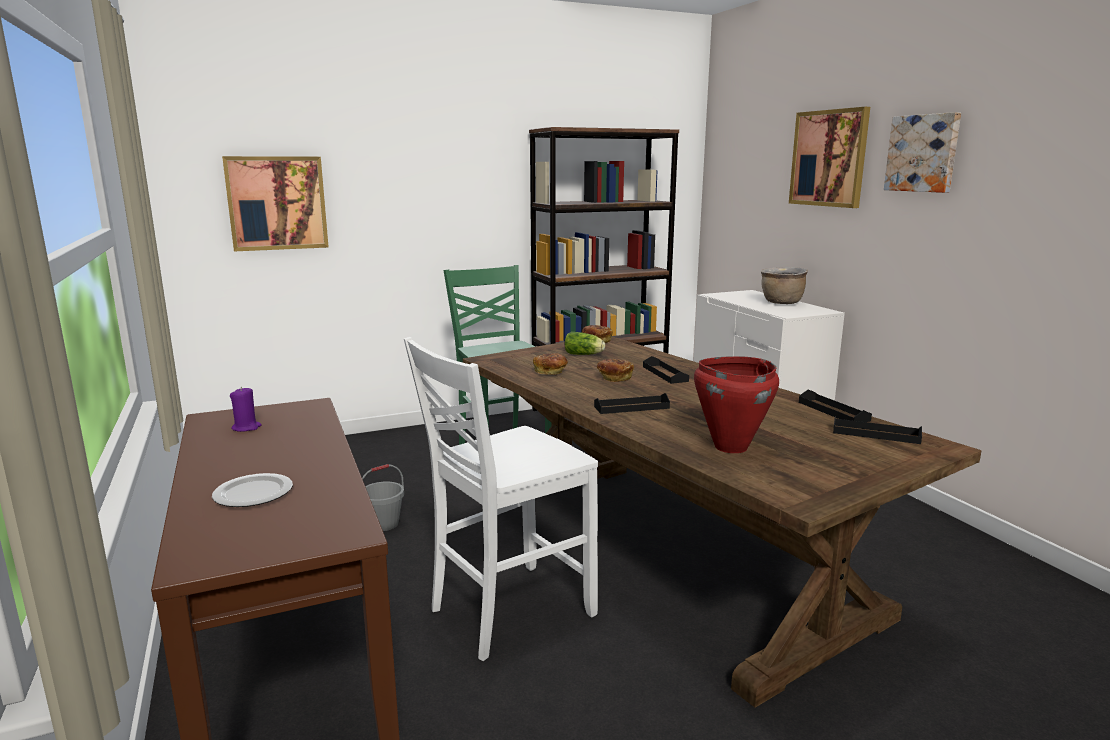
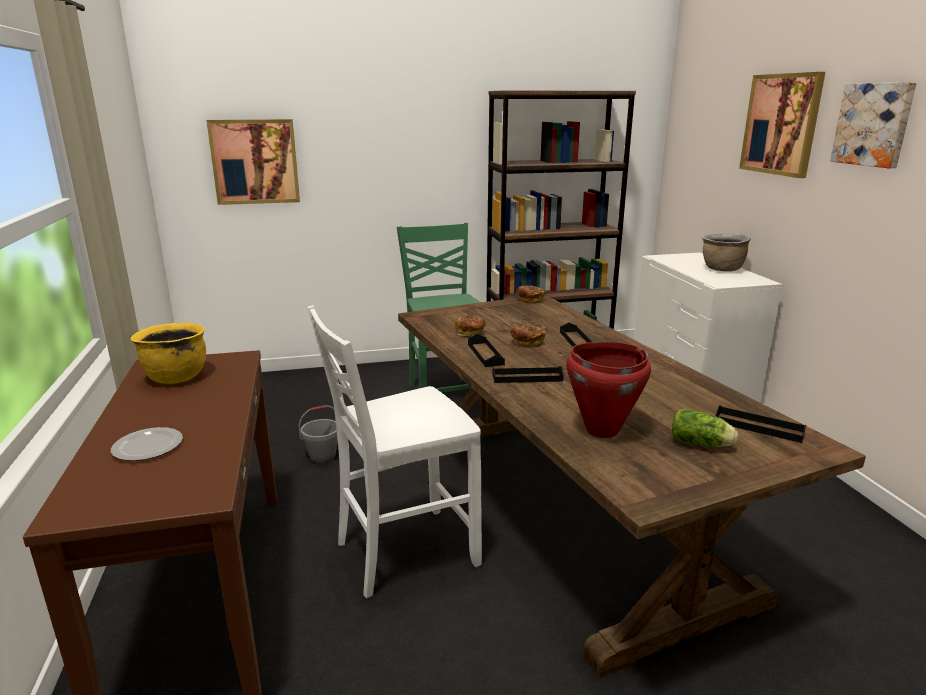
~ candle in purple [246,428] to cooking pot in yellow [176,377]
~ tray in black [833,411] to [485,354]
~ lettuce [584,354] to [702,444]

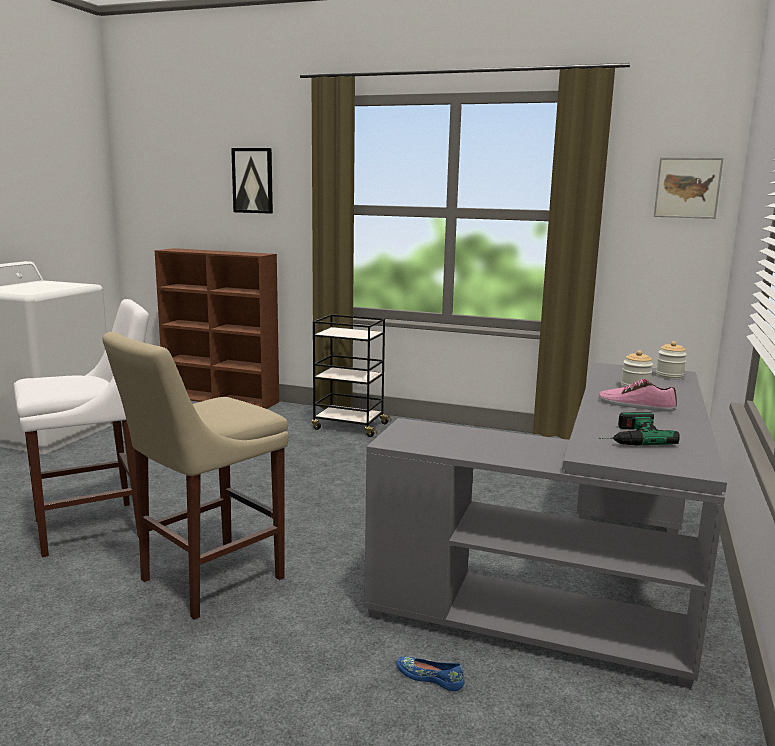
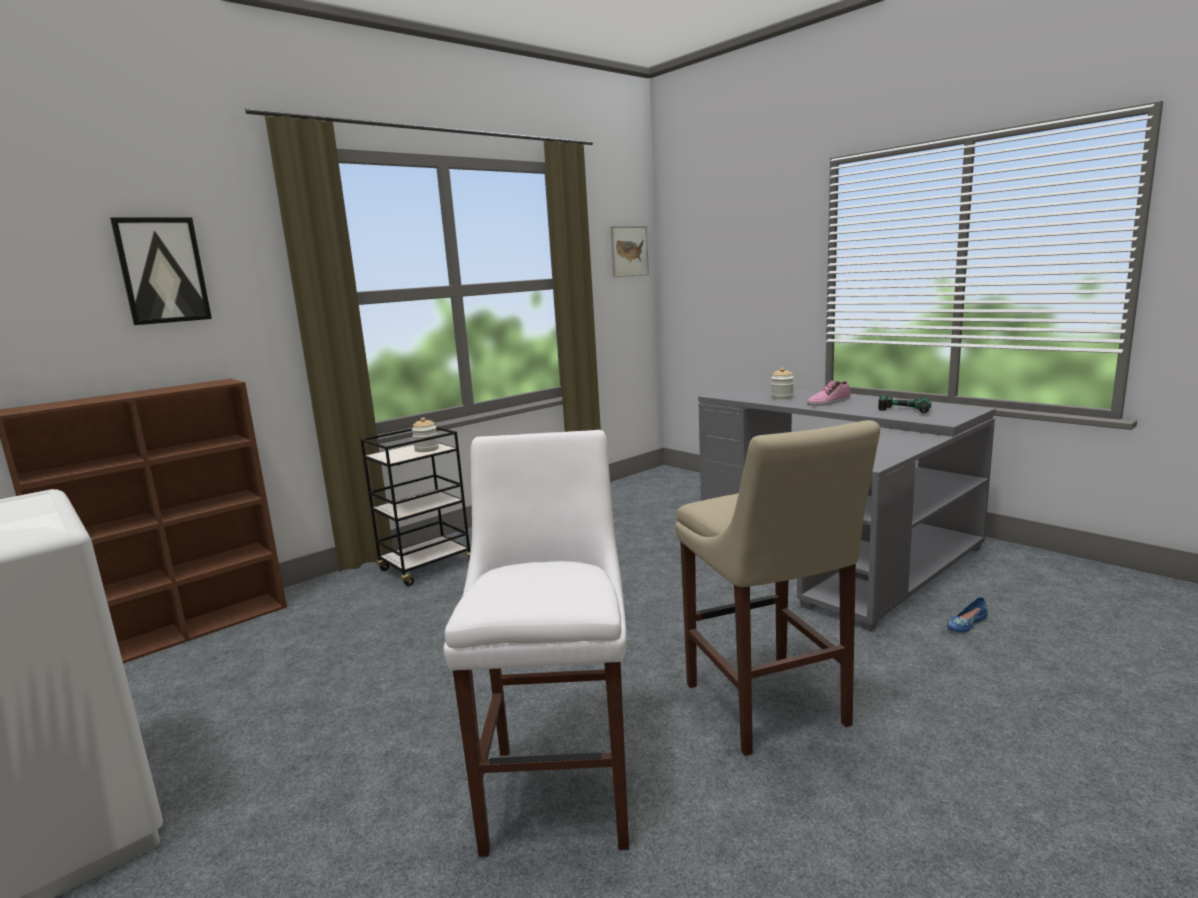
~ jar [669,376] to [426,449]

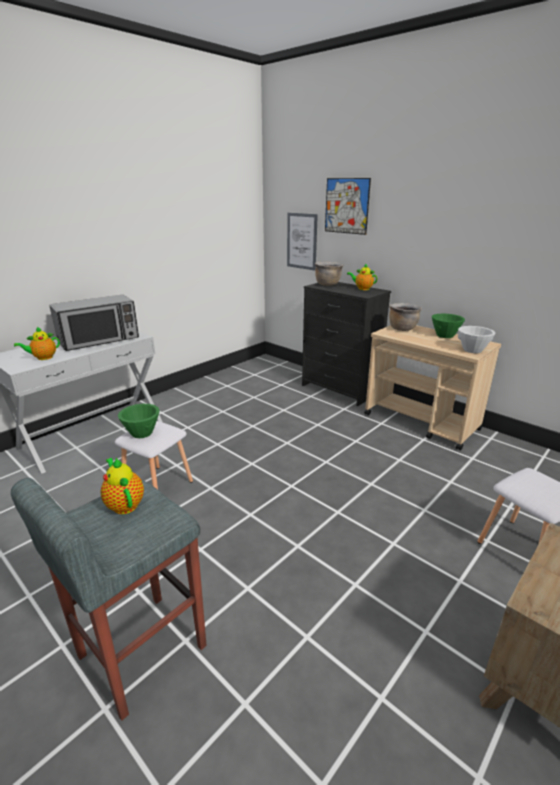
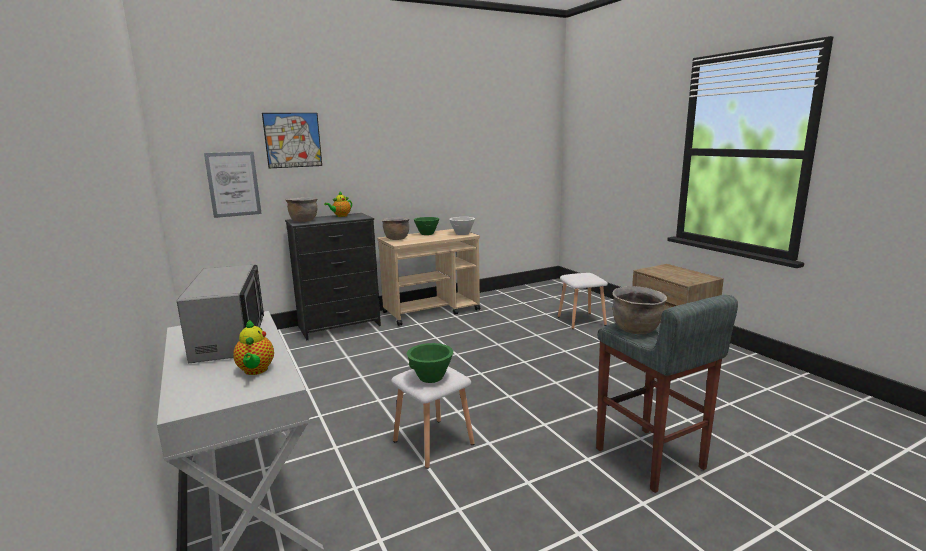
~ teapot [124,504] to cooking pot in brown [636,330]

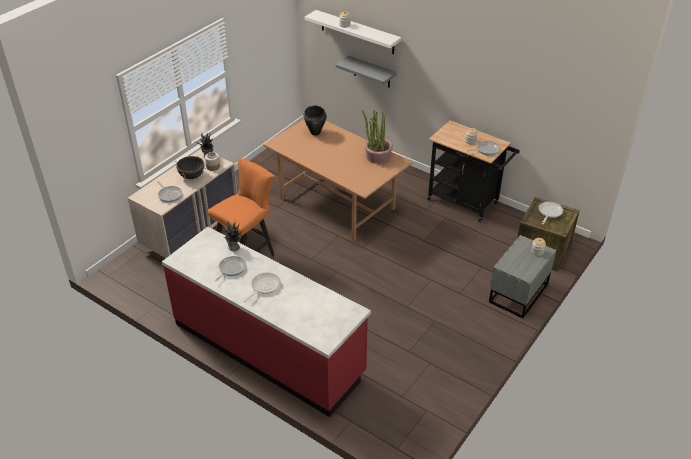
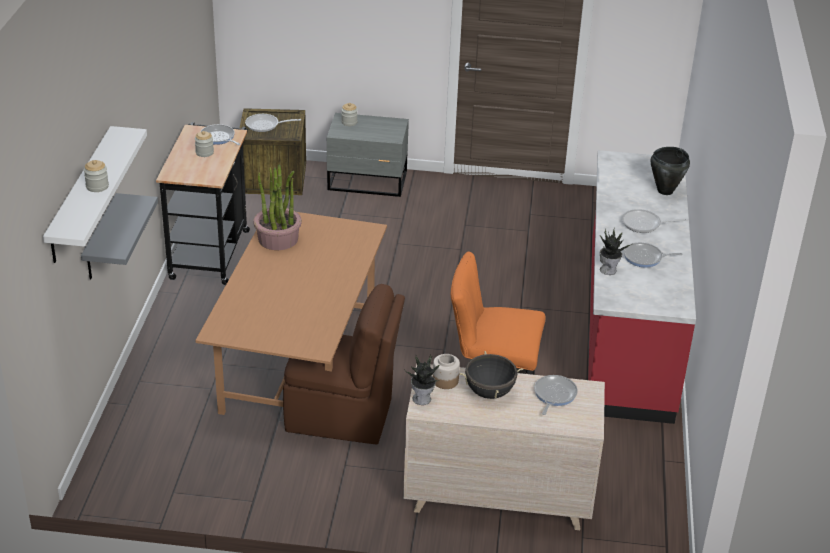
+ chair in brown [342,416]
~ cooking pot in black [315,132] to [664,191]

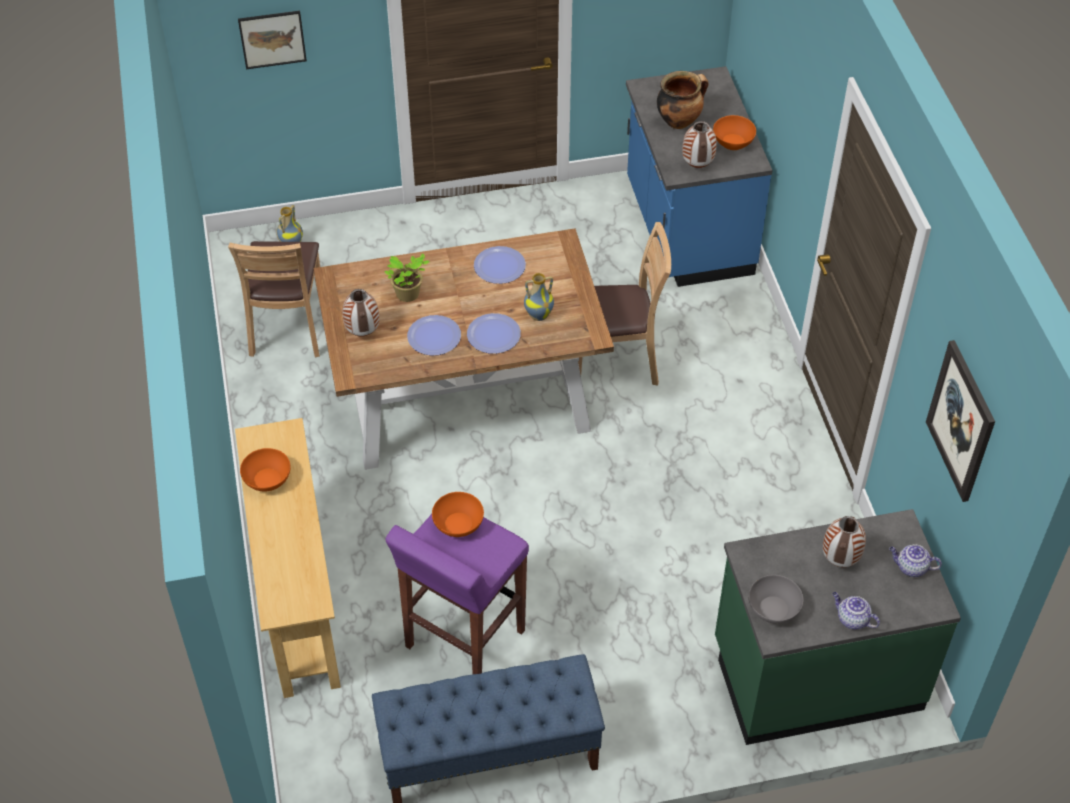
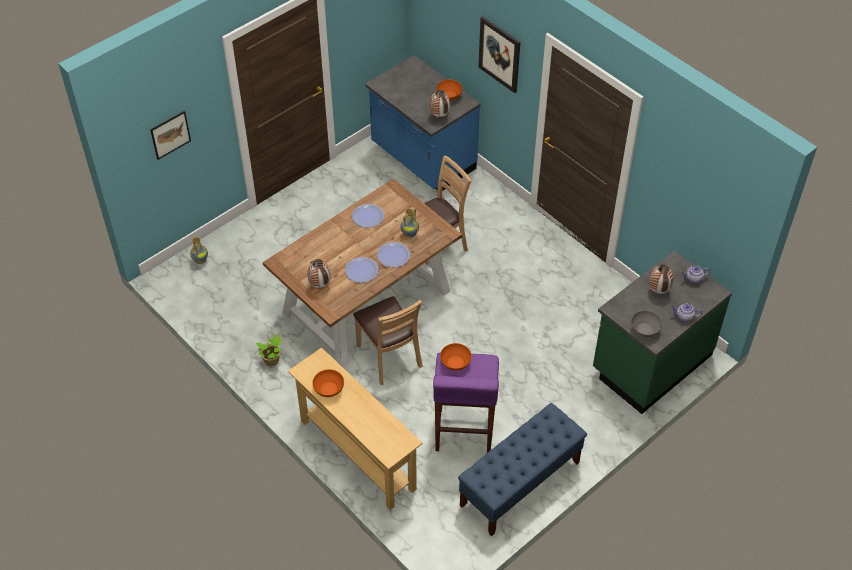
~ potted plant [408,295] to [272,361]
~ chair in brown [288,327] to [389,357]
~ picture [961,421] to [499,54]
- cooking pot [679,121]

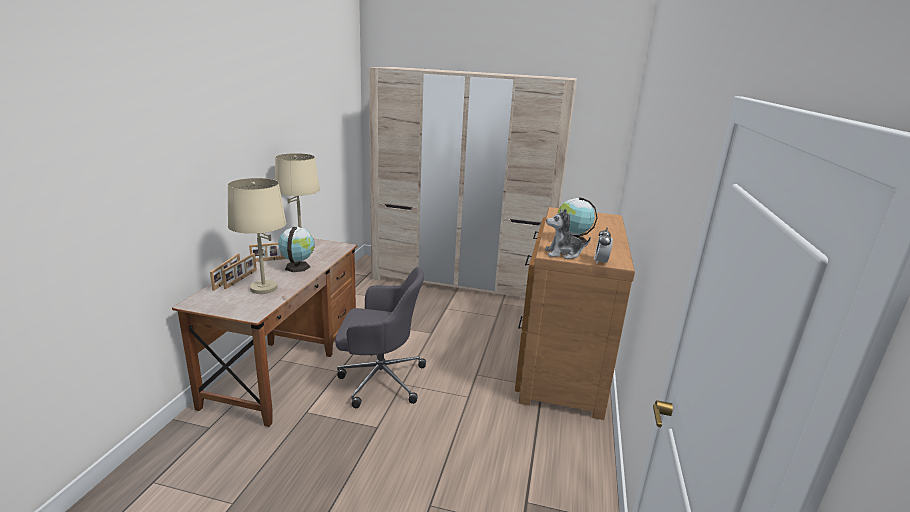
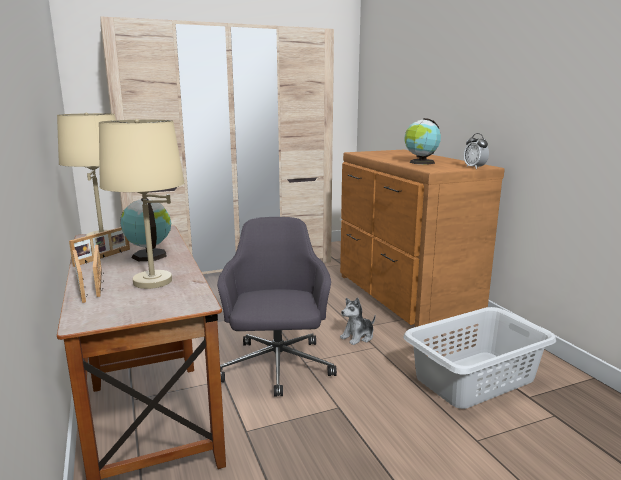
~ office chair in grey [379,379] = [277,368] 60 degrees counterclockwise
~ plush toy [563,253] to [358,337]
+ laundry basket in grey [473,378]

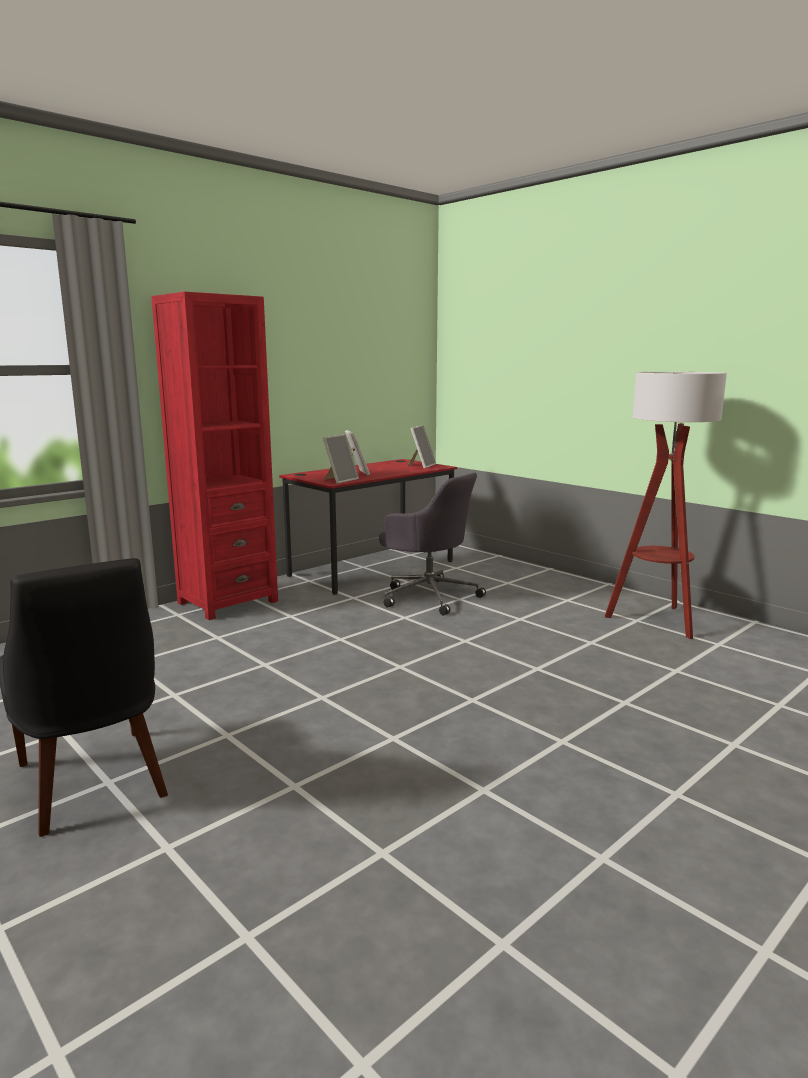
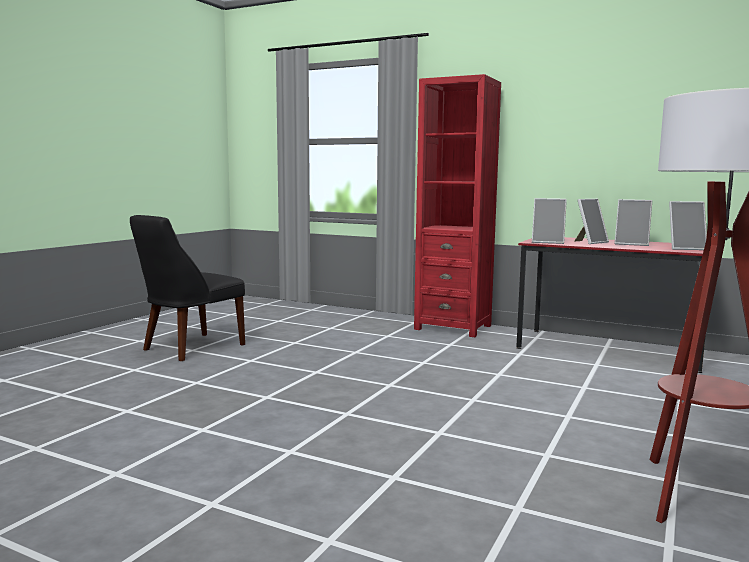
+ picture frame [632,244]
- office chair in grey [428,596]

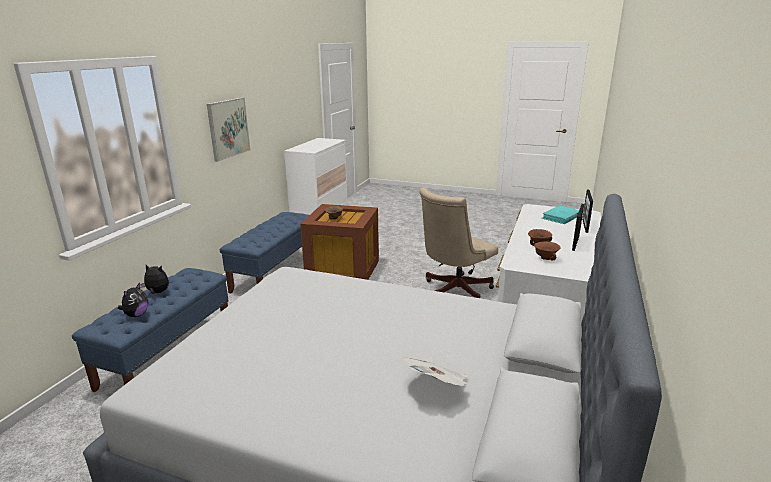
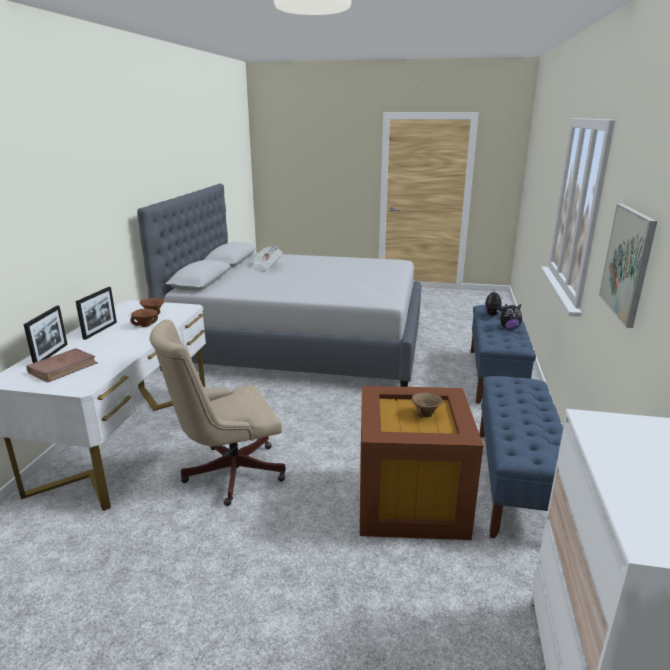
~ book in turquoise [561,217] to book in brown [63,368]
~ office chair in beige [454,291] = [227,473] 150 degrees counterclockwise

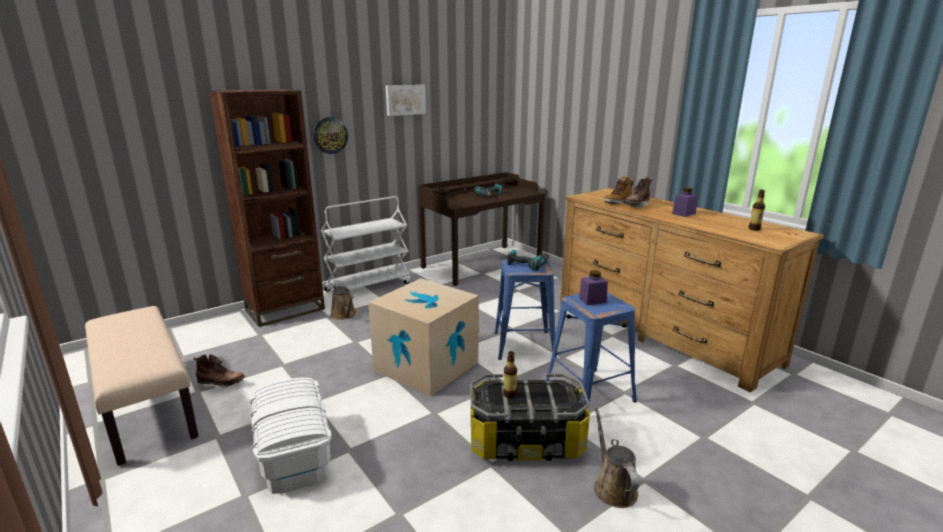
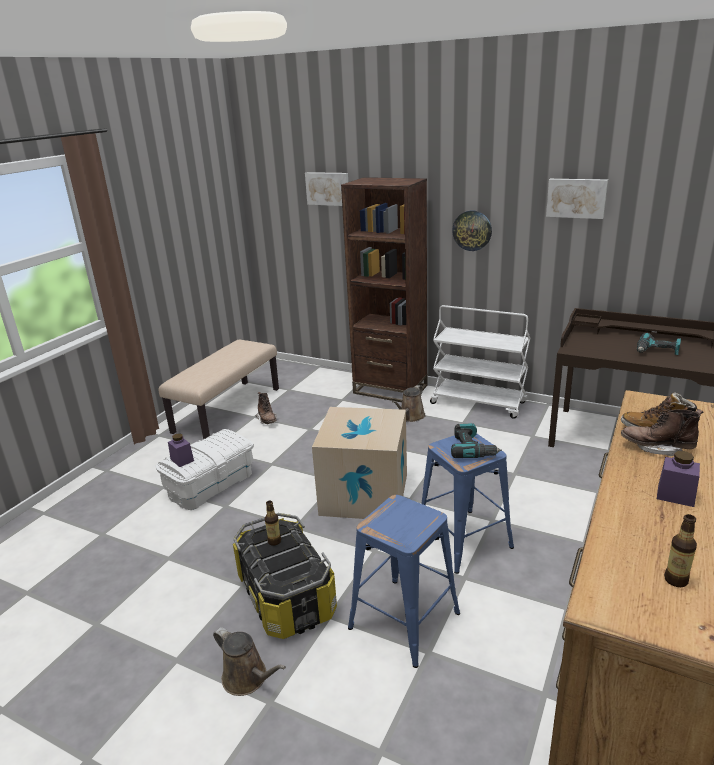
~ jar in purple [592,300] to [182,460]
~ watering can in brown [613,487] = [248,678] 75 degrees clockwise
+ picture [328,188]

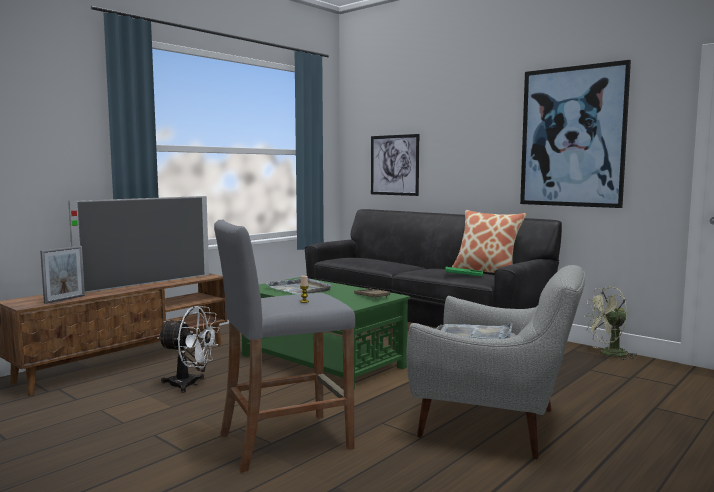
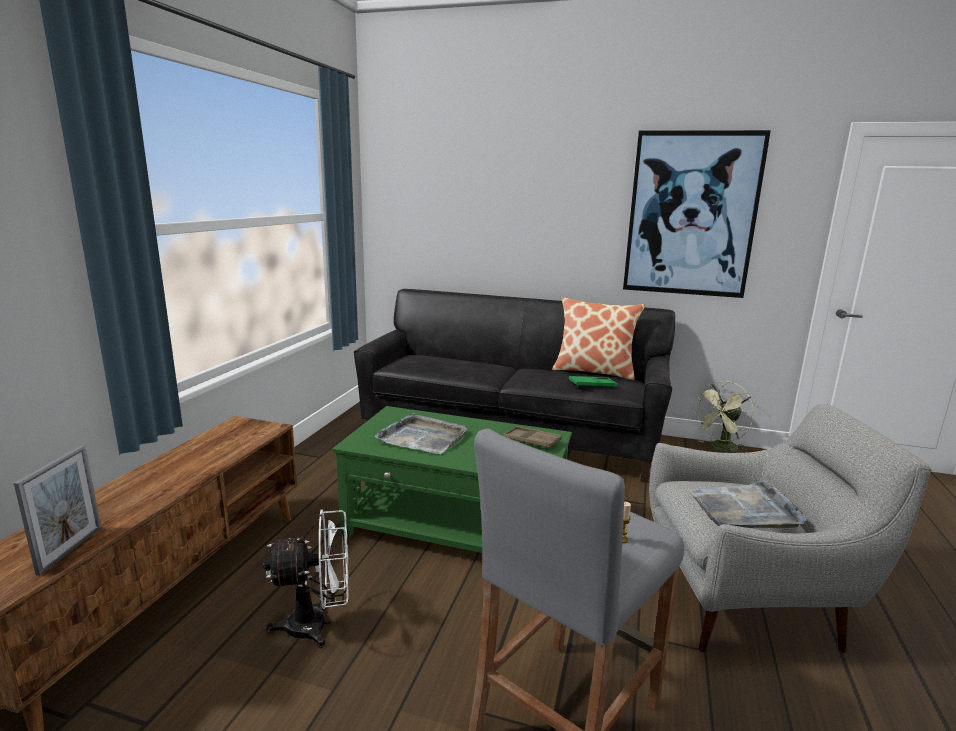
- television [147,283]
- picture [394,165]

